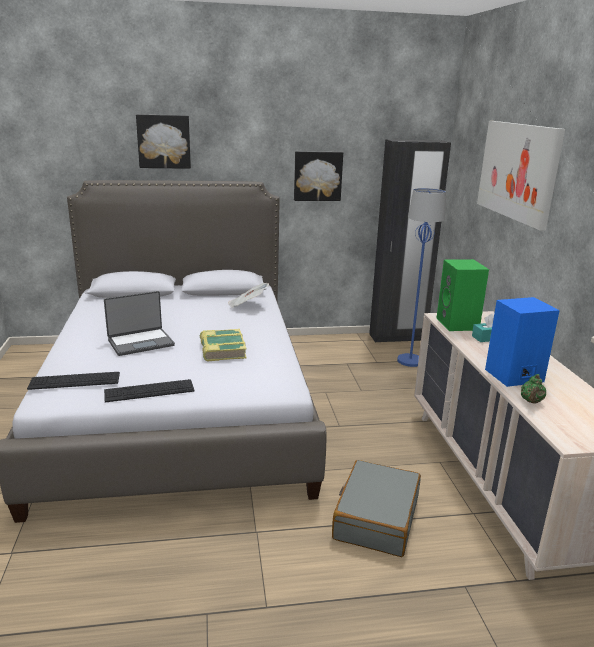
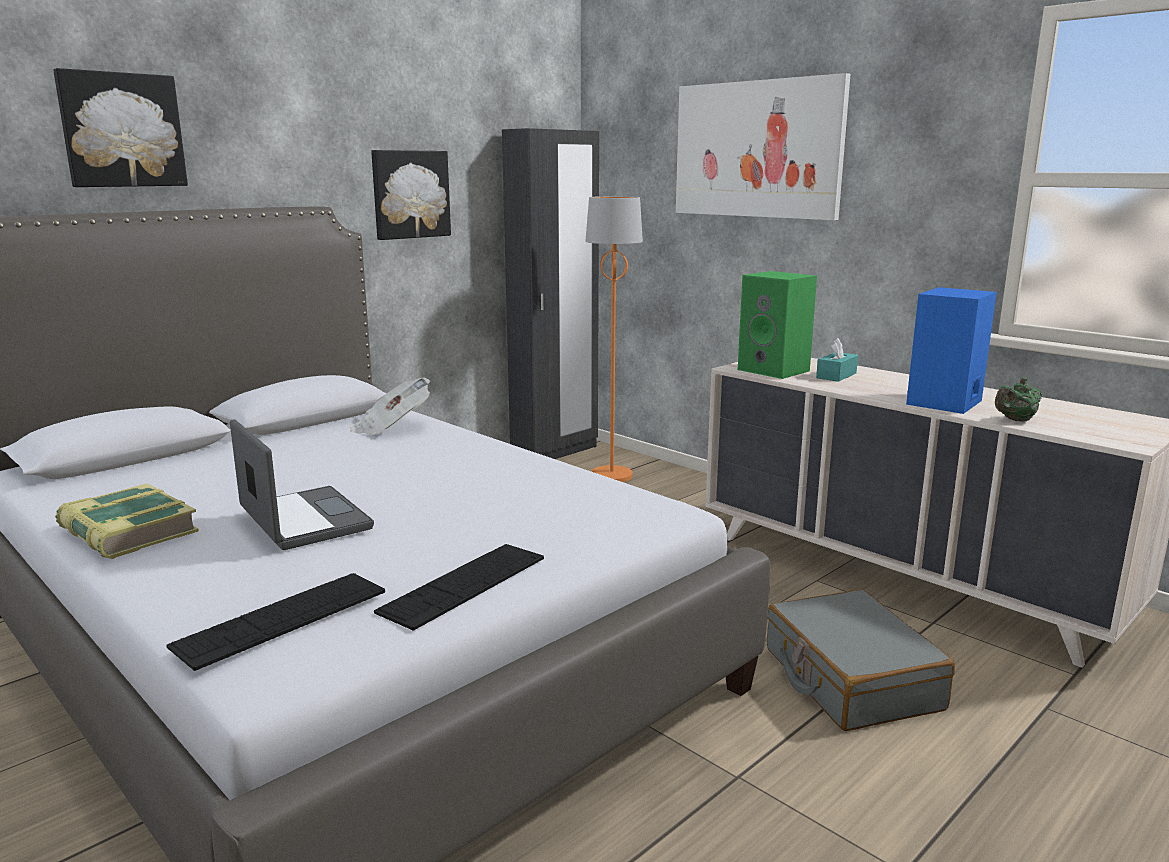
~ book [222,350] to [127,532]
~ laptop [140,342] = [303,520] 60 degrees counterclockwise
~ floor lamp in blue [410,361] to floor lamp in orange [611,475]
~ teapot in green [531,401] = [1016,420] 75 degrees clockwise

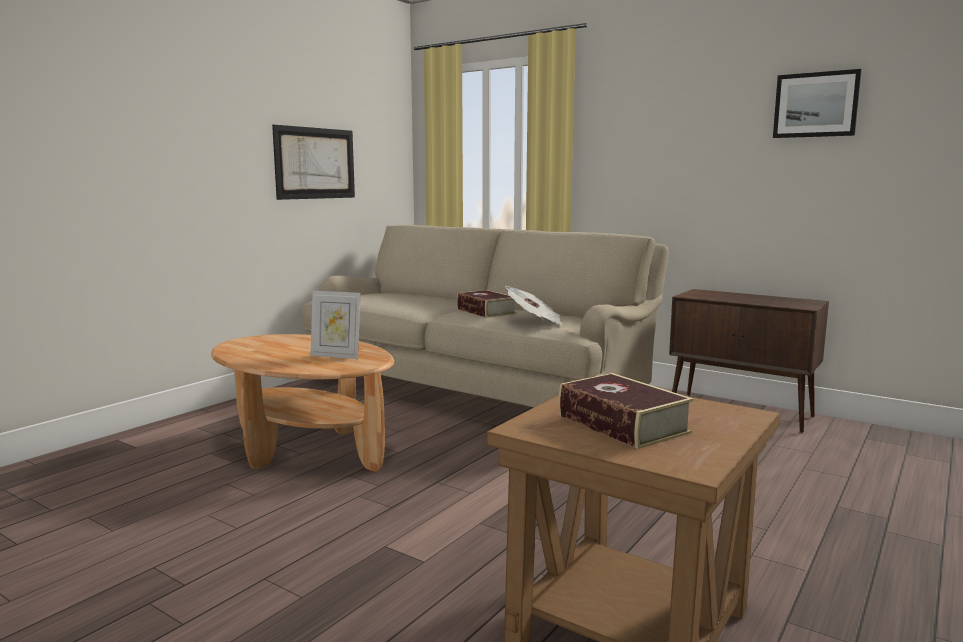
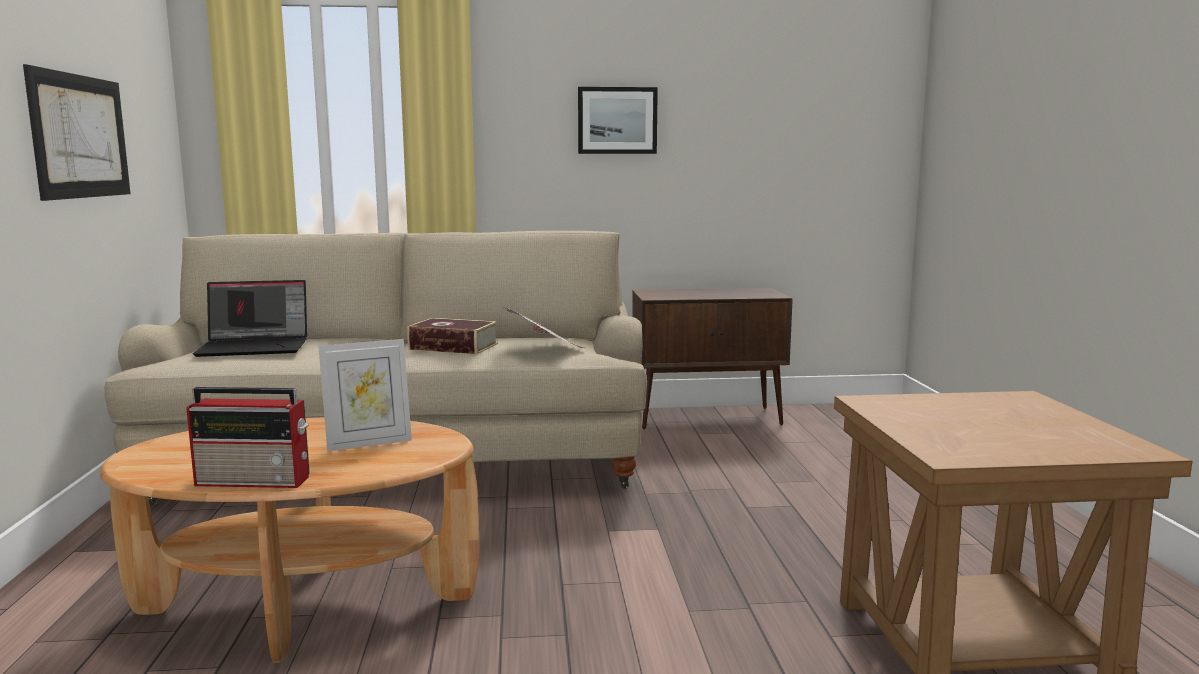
+ radio [256,480]
+ laptop [256,347]
~ picture [816,105] to [617,120]
- book [622,424]

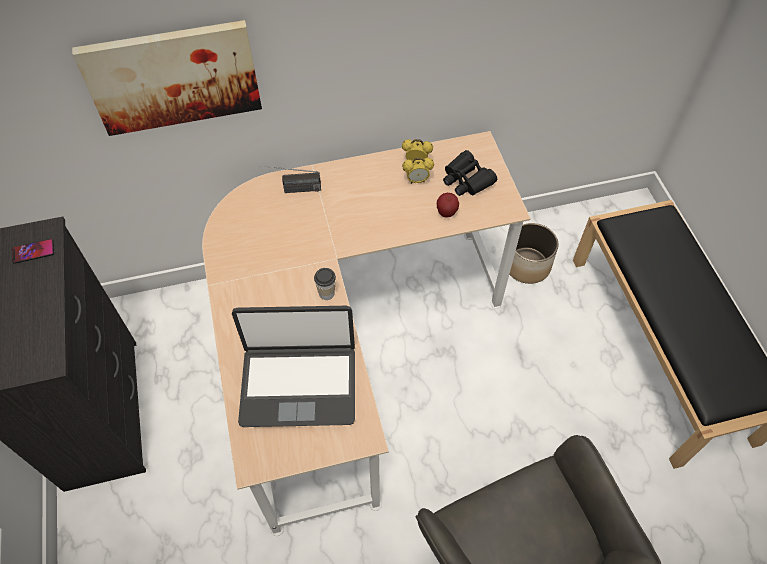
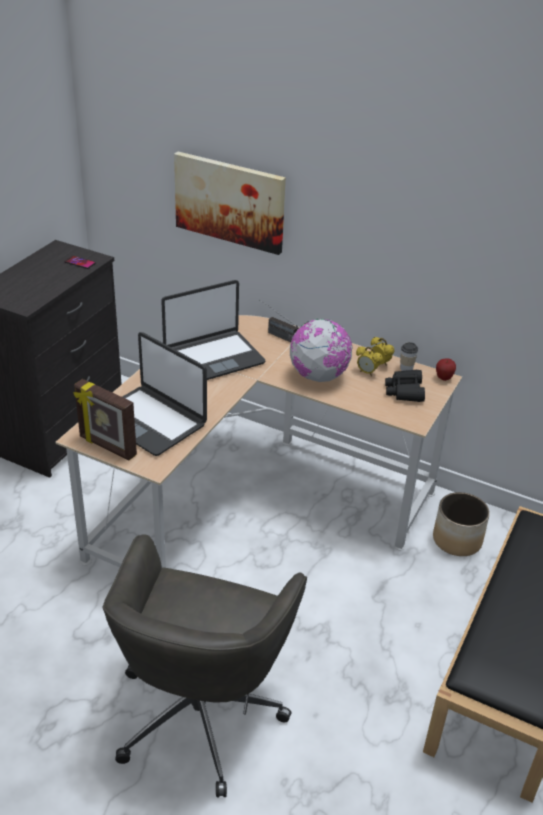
+ picture frame [107,446]
+ laptop [213,358]
+ globe [319,376]
~ cup [326,293] to [406,368]
~ apple [446,213] to [444,378]

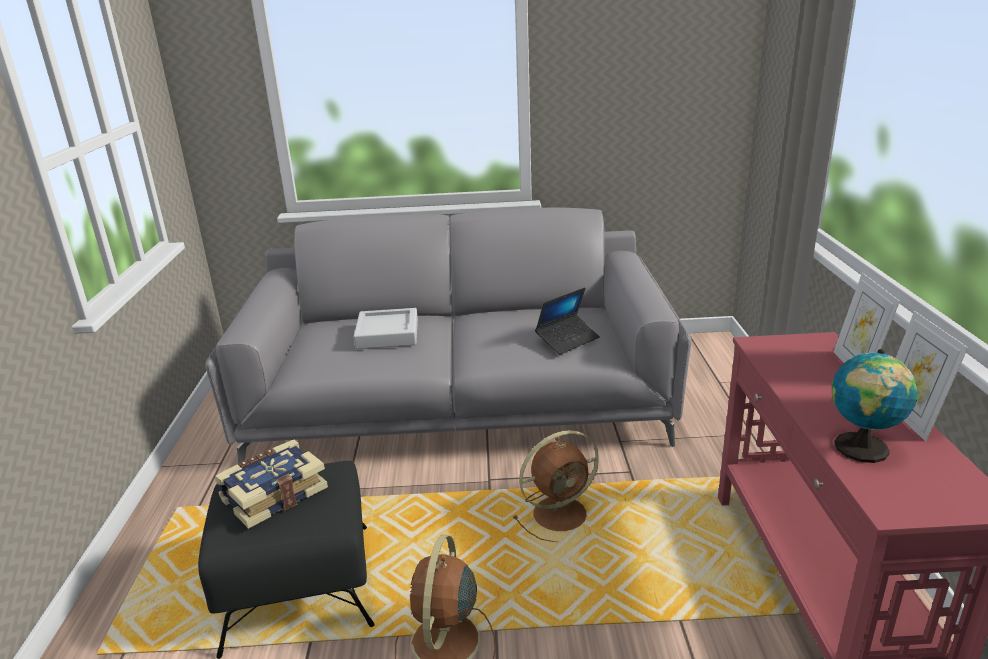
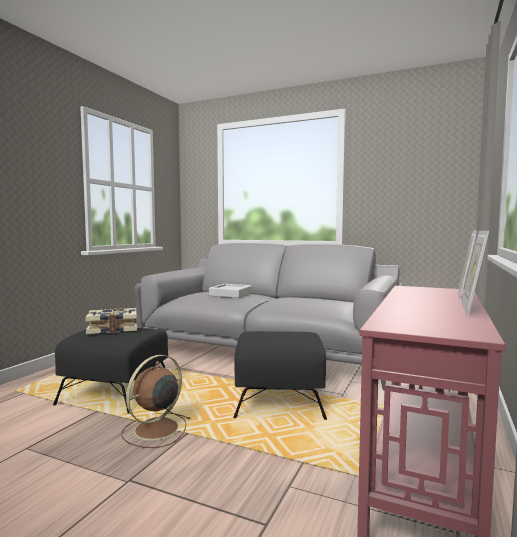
~ fan in brown [562,513] to ottoman in black [280,400]
- laptop [567,340]
- globe [861,450]

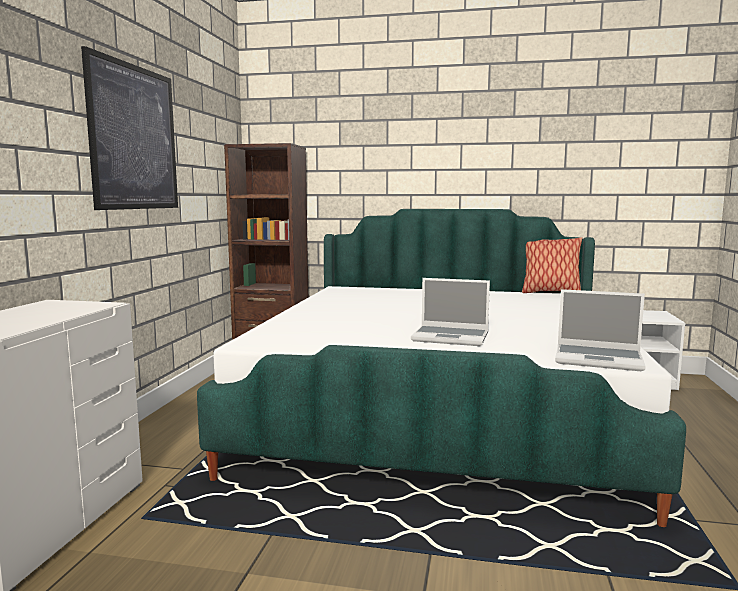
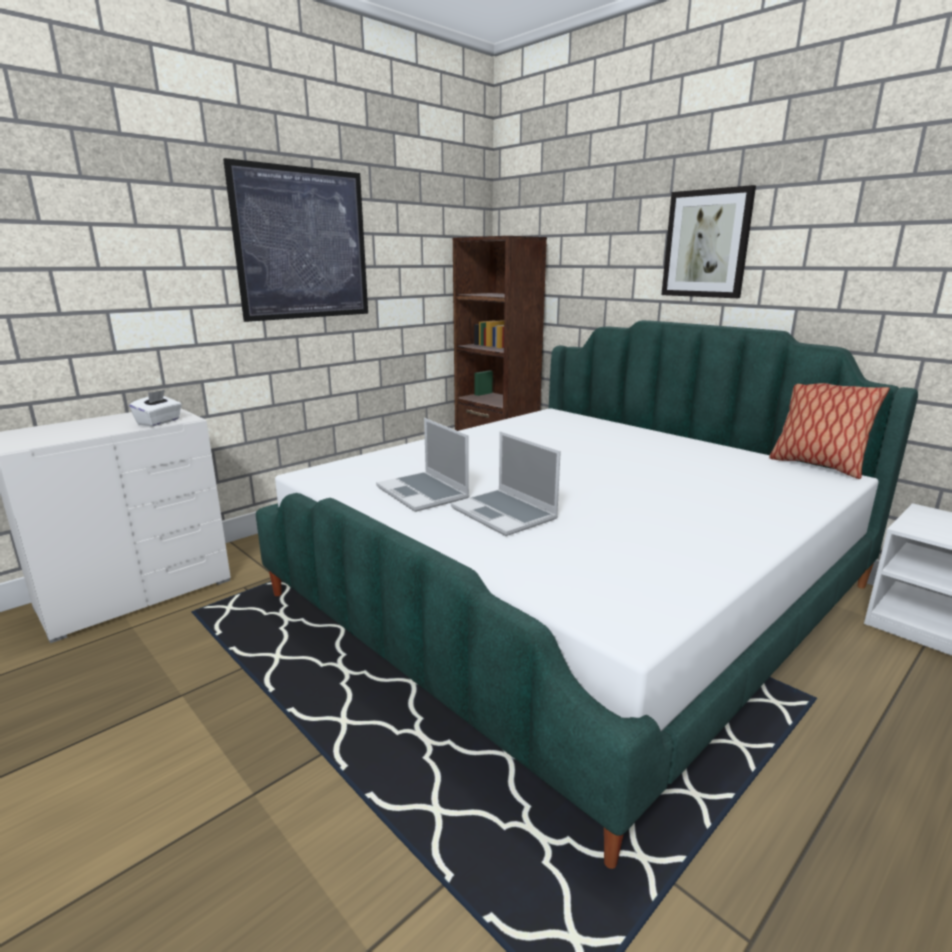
+ tissue box in white [159,422]
~ laptop [599,359] to [424,493]
+ picture [706,244]

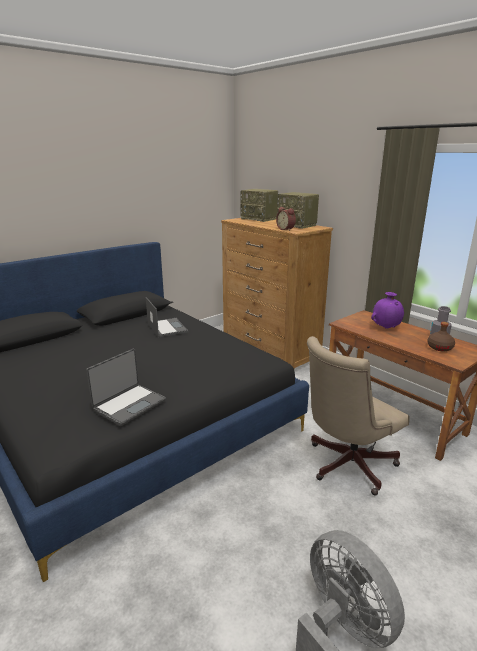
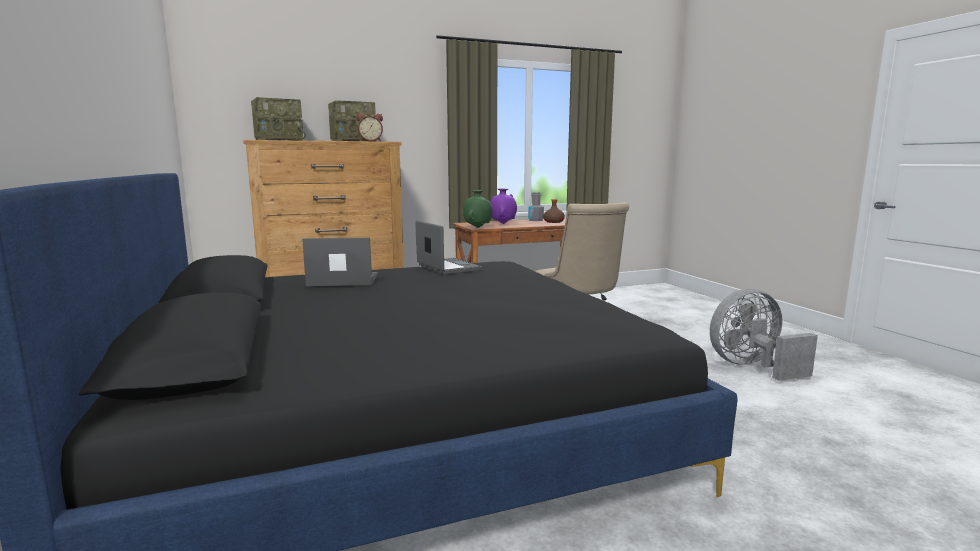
~ laptop [129,405] to [447,268]
+ vase in green [477,227]

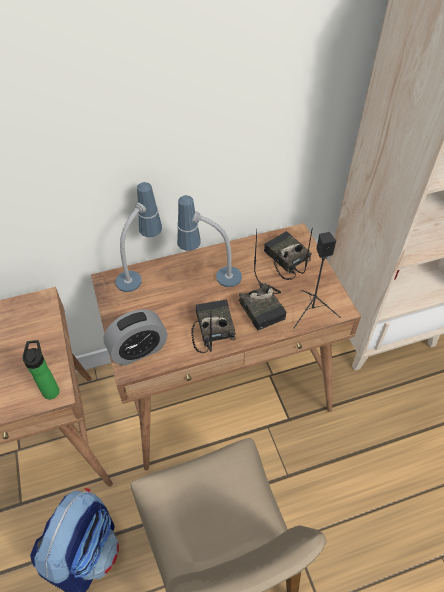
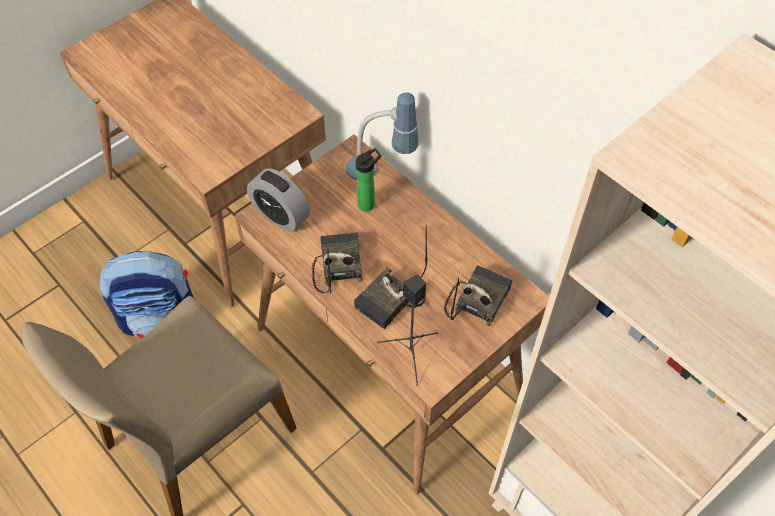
~ radio [211,329] = [337,265] 60 degrees counterclockwise
~ bottle [51,389] to [368,203]
- table lamp [210,275]

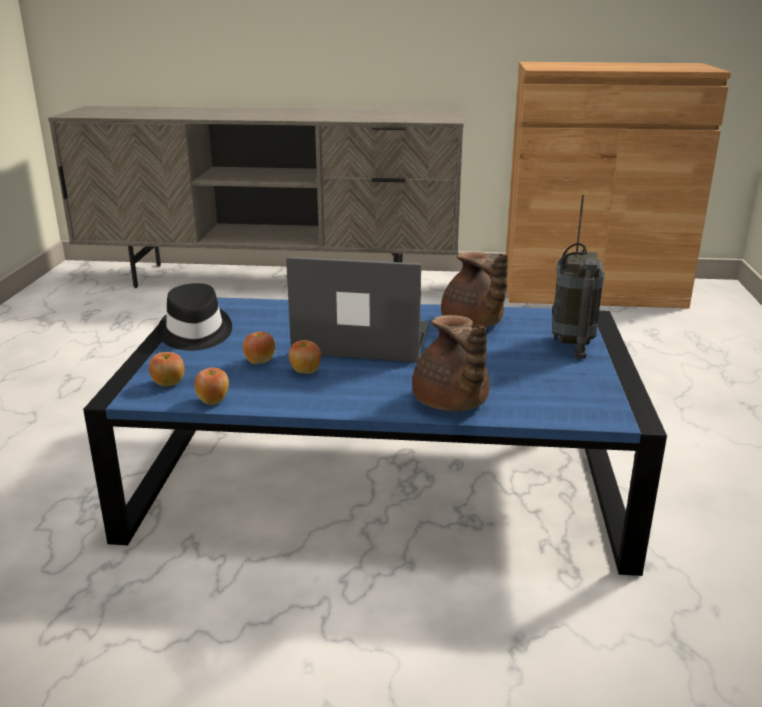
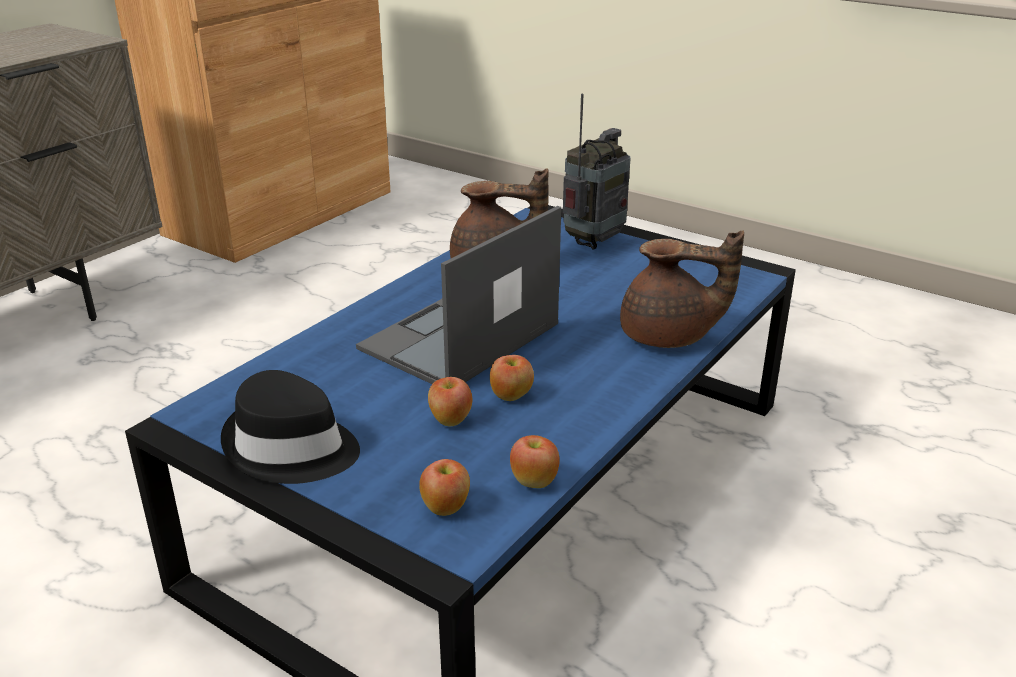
~ radio [571,344] = [594,242] 90 degrees counterclockwise

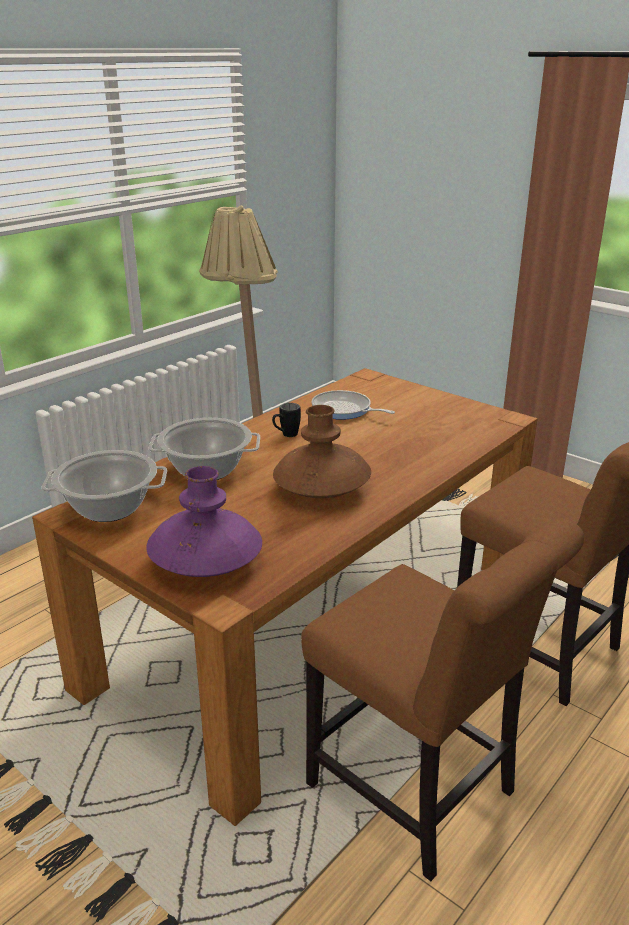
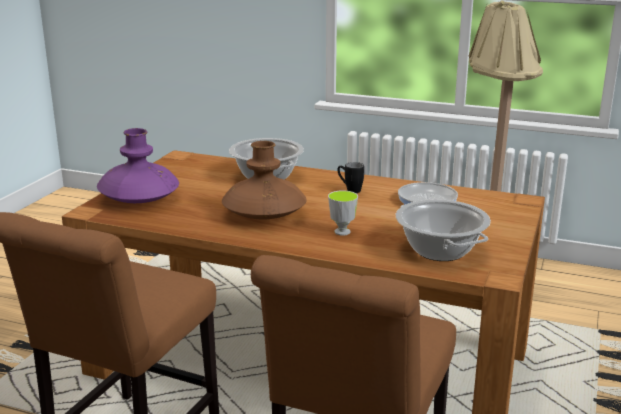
+ cup [342,232]
~ cooking pot [109,508] to [439,250]

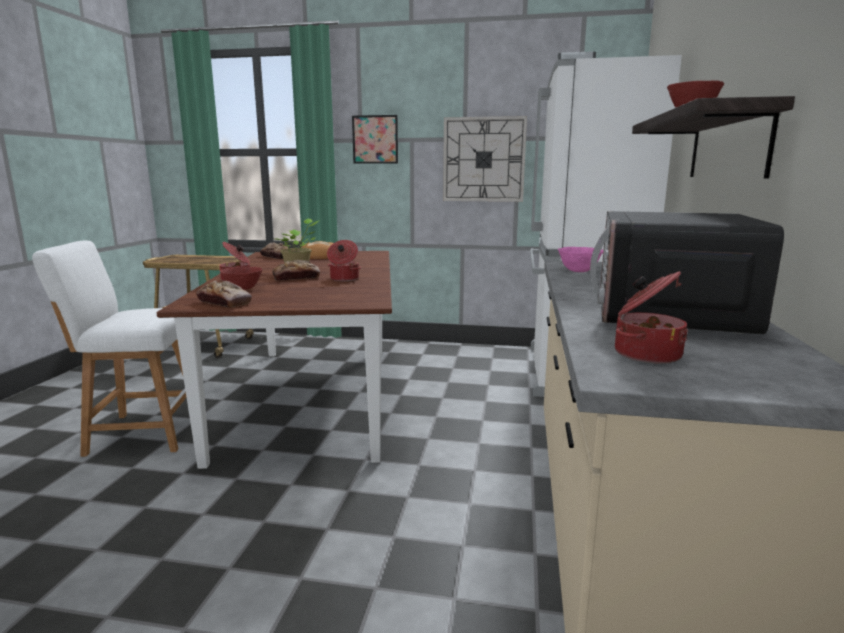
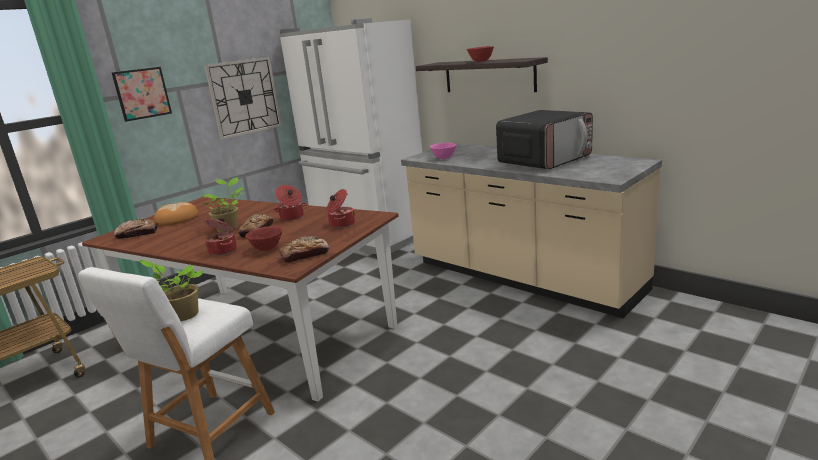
+ potted plant [182,315]
~ cooking pot [645,354] to [341,224]
~ microwave [668,314] = [545,160] 90 degrees counterclockwise

